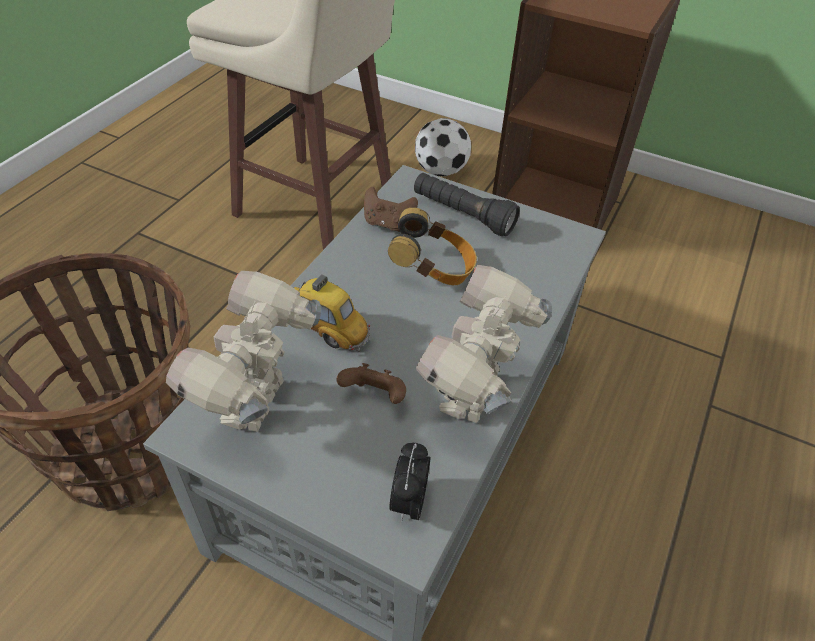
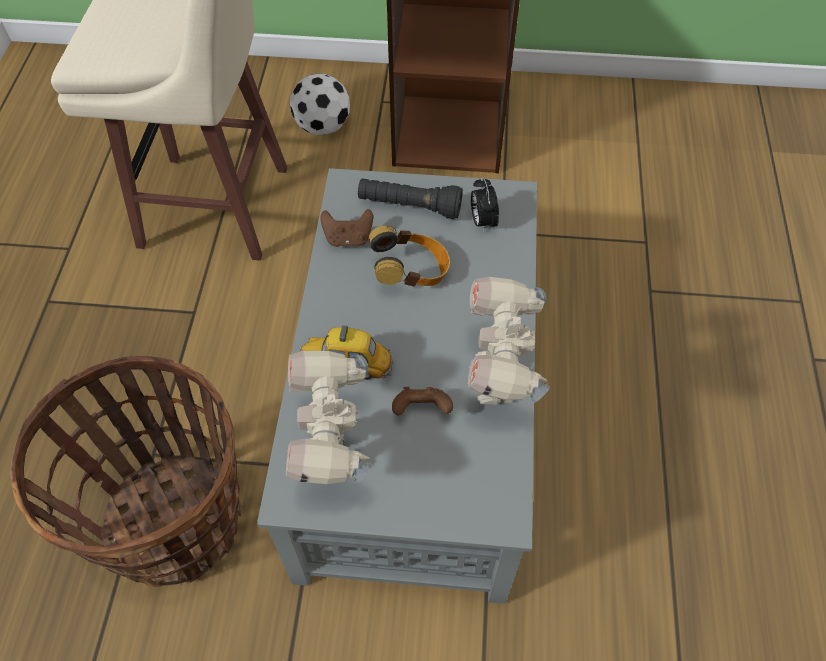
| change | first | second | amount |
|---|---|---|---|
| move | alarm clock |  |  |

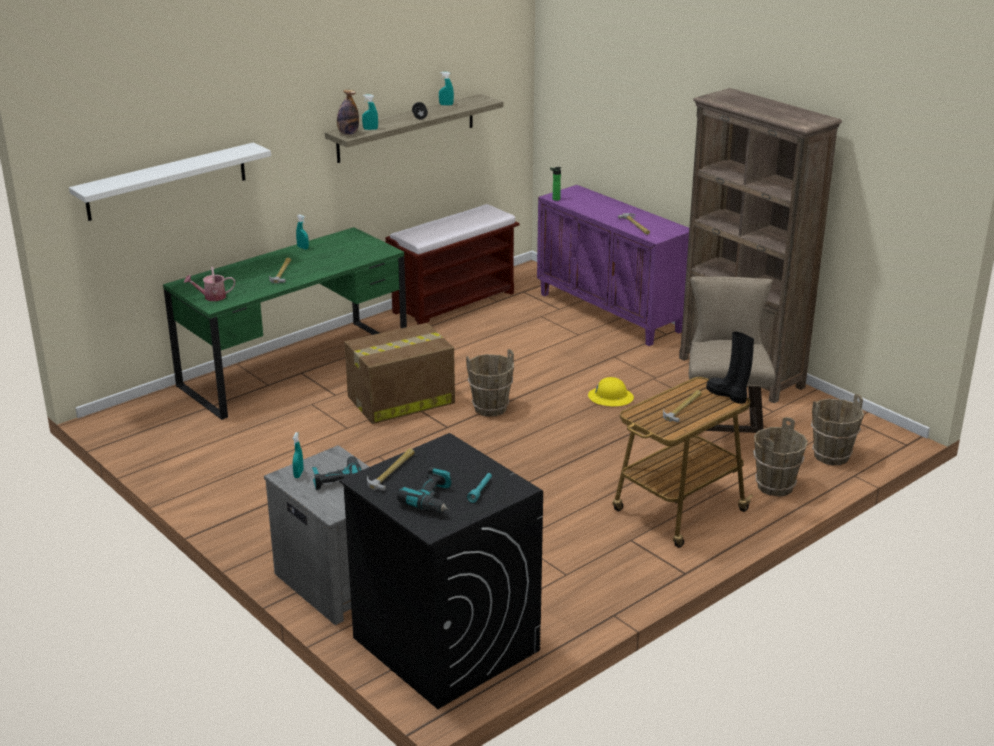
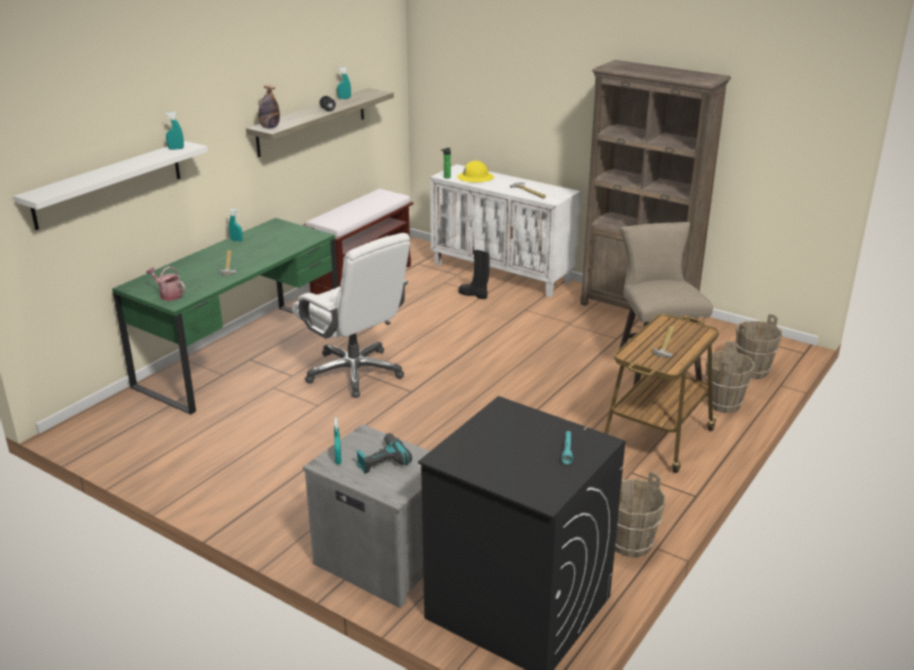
| change | first | second | amount |
|---|---|---|---|
| move | spray bottle (turquoise) (3rd from left in the first image) | spray bottle (turquoise) (1st from left) |  |
| recolor | cabinet (purple) | cabinet (white) |  |
| rotate | watering can |  | 60 degrees clockwise |
| replace | cardboard box | office chair (white) |  |
| move | boot (black) |  |  |
| move | bucket (brown) (1st from left) |  |  |
| move | hard hat (yellow) |  |  |
| delete | hammer (2nd from left) |  |  |
| delete | power drill (2nd from left) |  |  |

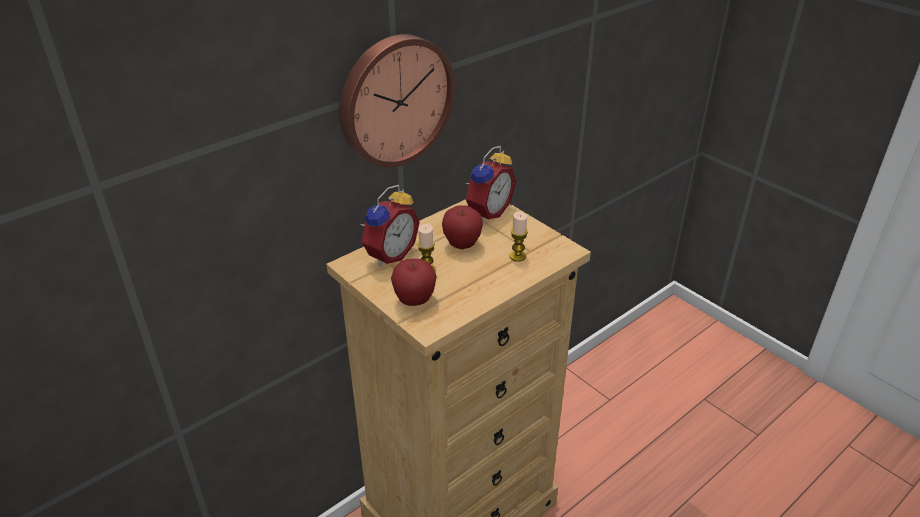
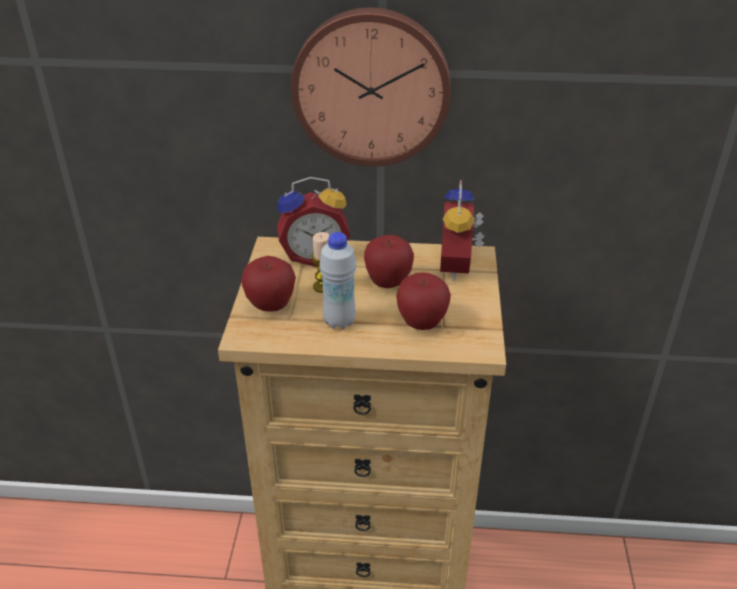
| change | first | second | amount |
|---|---|---|---|
| rotate | alarm clock (2nd from left) |  | 105 degrees clockwise |
| replace | candle (2nd from left) | apple (3rd from left) |  |
| insert |  | bottle (white) |  |

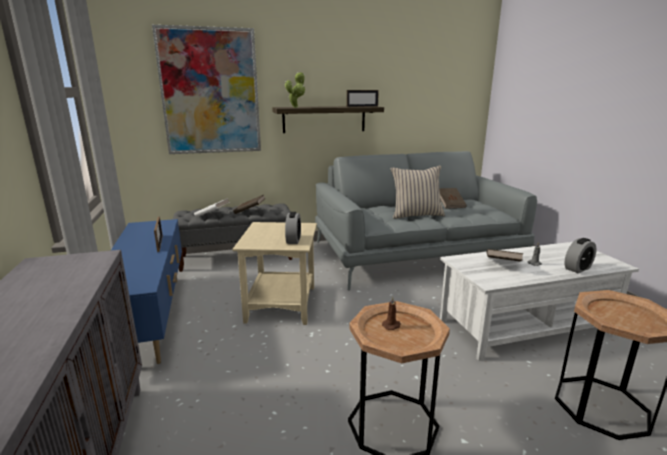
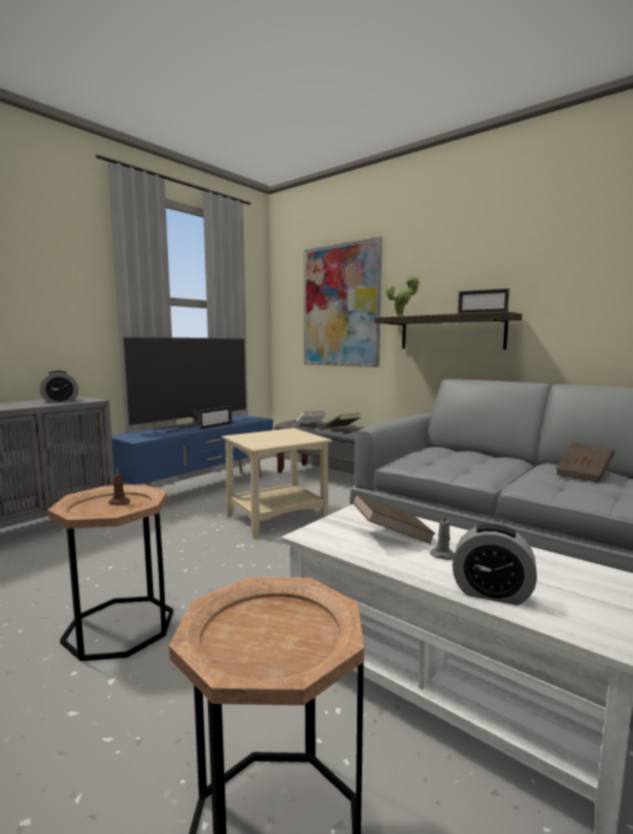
| change | first | second | amount |
|---|---|---|---|
| delete | pillow (beige) |  |  |
| move | alarm clock (1st from left) |  |  |
| insert |  | television |  |

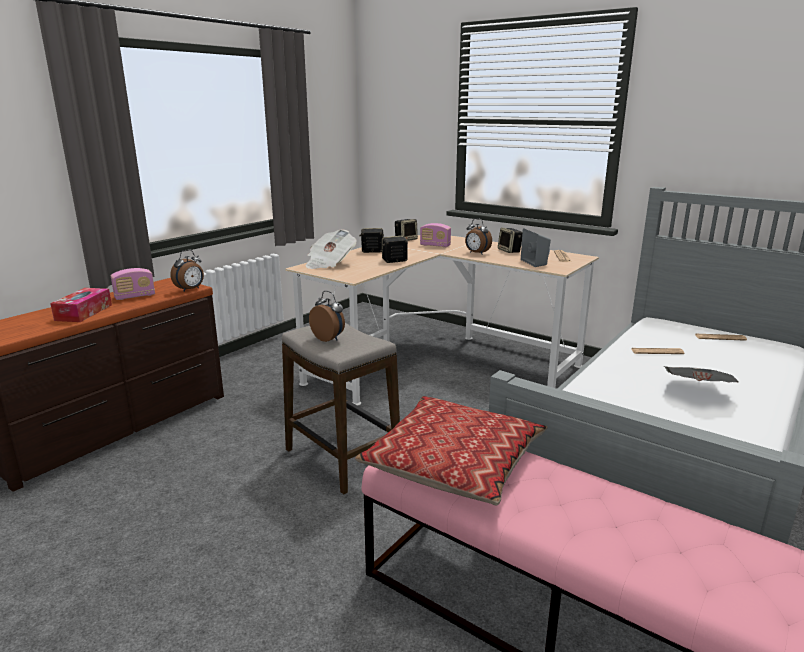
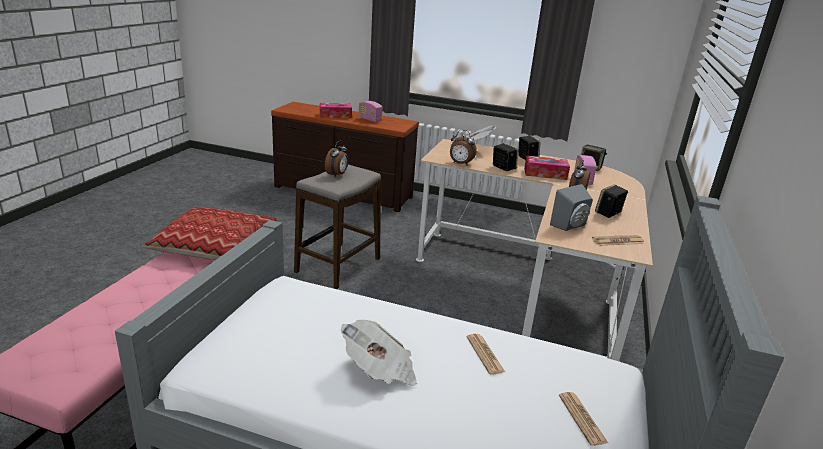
| change | first | second | amount |
|---|---|---|---|
| move | alarm clock (1st from left in the first image) | alarm clock (2nd from left) |  |
| insert |  | tissue box (2nd from left) |  |

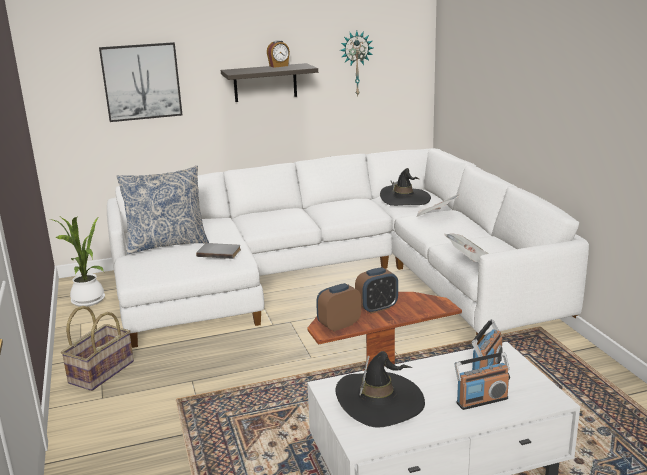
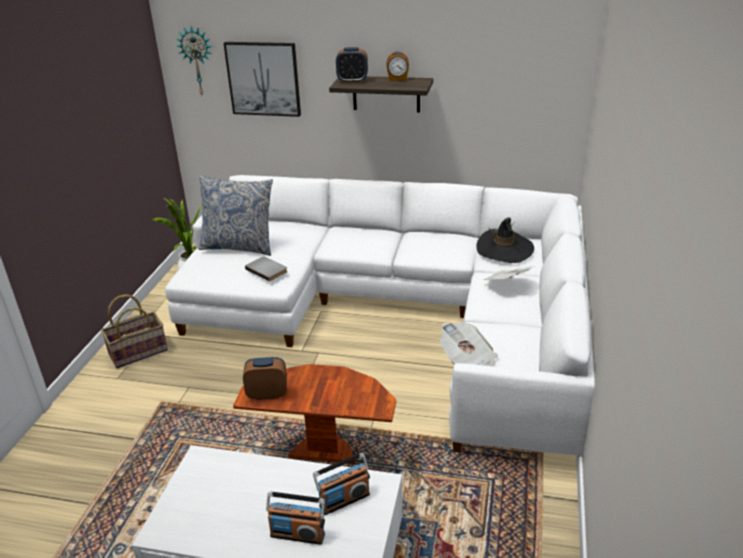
| change | first | second | amount |
|---|---|---|---|
| move | wall clock |  |  |
| move | alarm clock (3rd from left in the first image) | alarm clock (2nd from left) |  |
| delete | hat (black) (1st from left) |  |  |

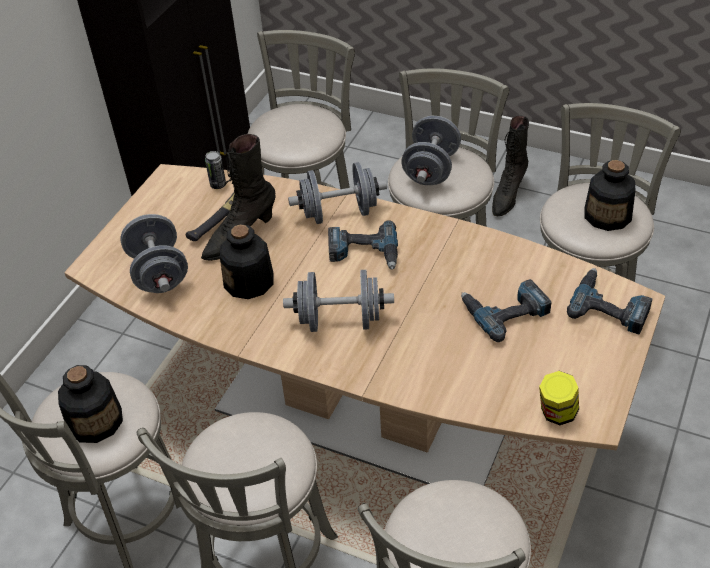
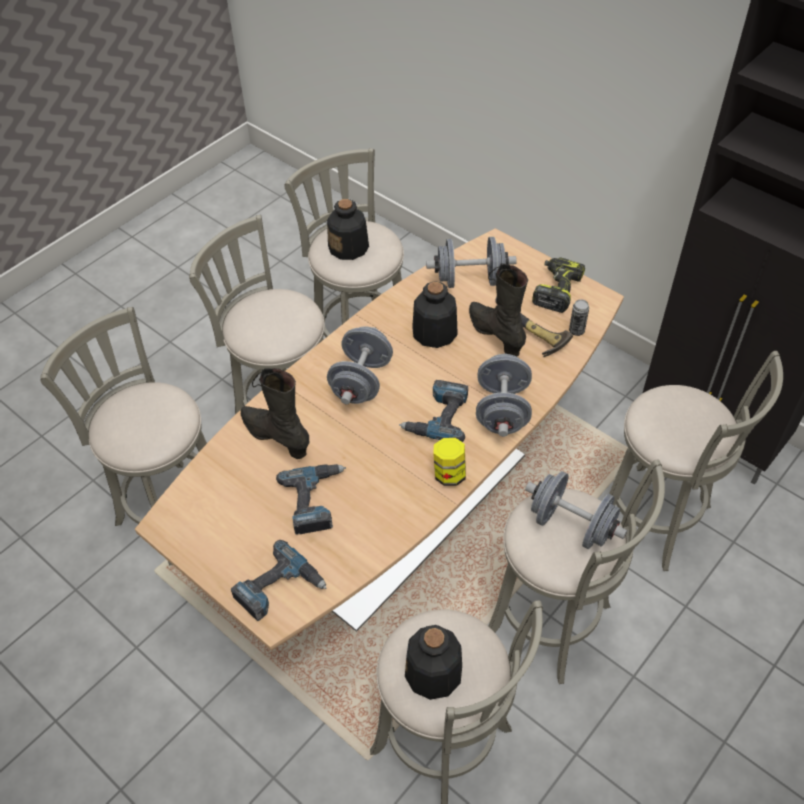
| change | first | second | amount |
|---|---|---|---|
| move | boot (black) (2nd from left in the first image) | boot (black) (1st from left) |  |
| move | jar |  |  |
| insert |  | power drill (4th from left) |  |

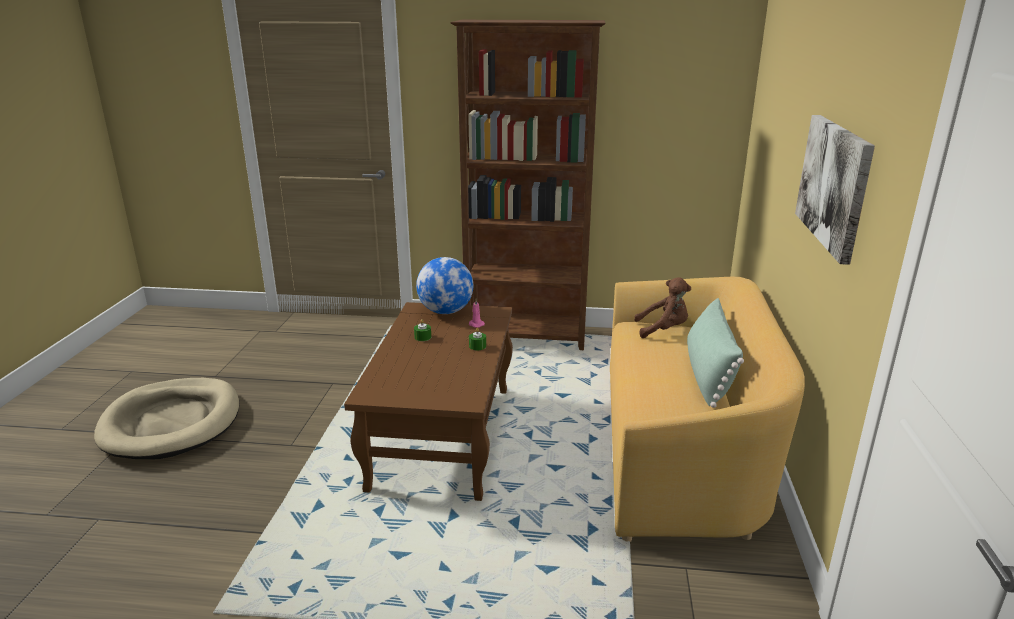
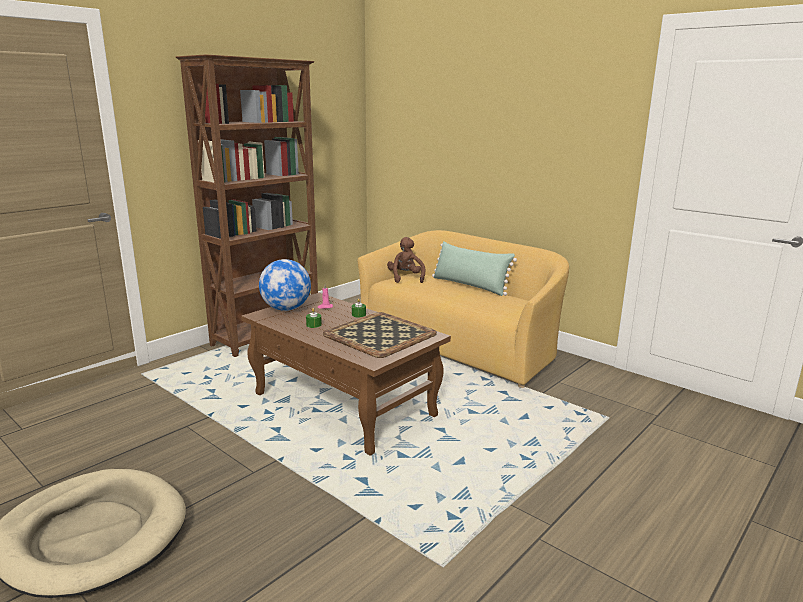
| change | first | second | amount |
|---|---|---|---|
| delete | picture |  |  |
| rotate | plush toy (brown) |  | 45 degrees counterclockwise |
| insert |  | tray |  |

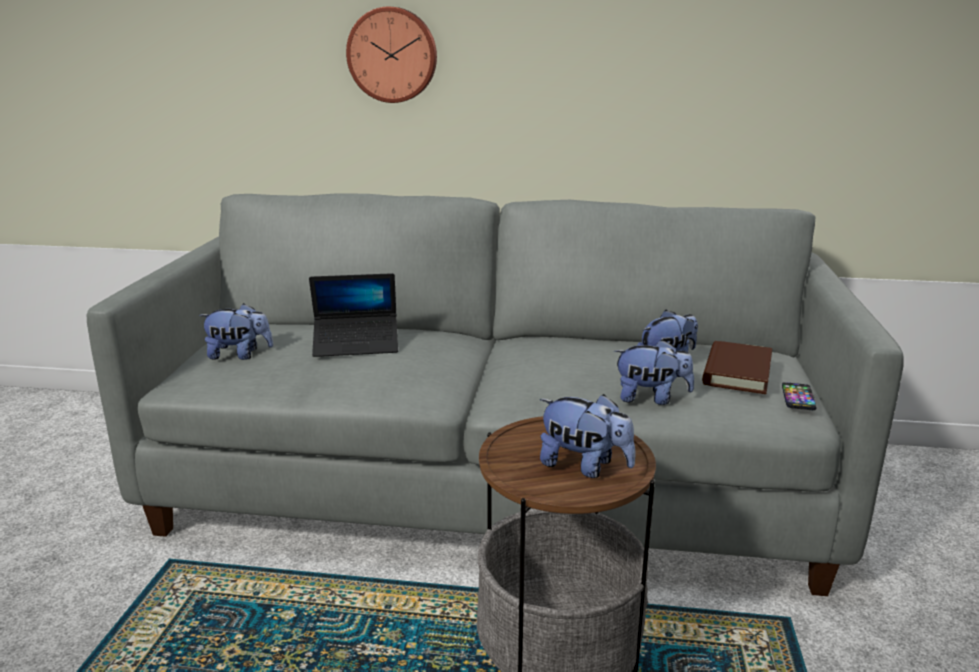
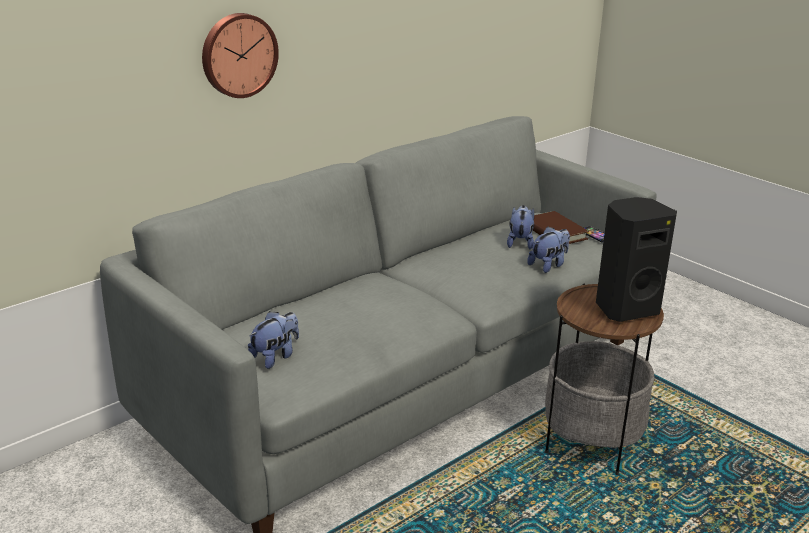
| change | first | second | amount |
|---|---|---|---|
| delete | laptop |  |  |
| replace | plush toy (2nd from left) | speaker (black) |  |

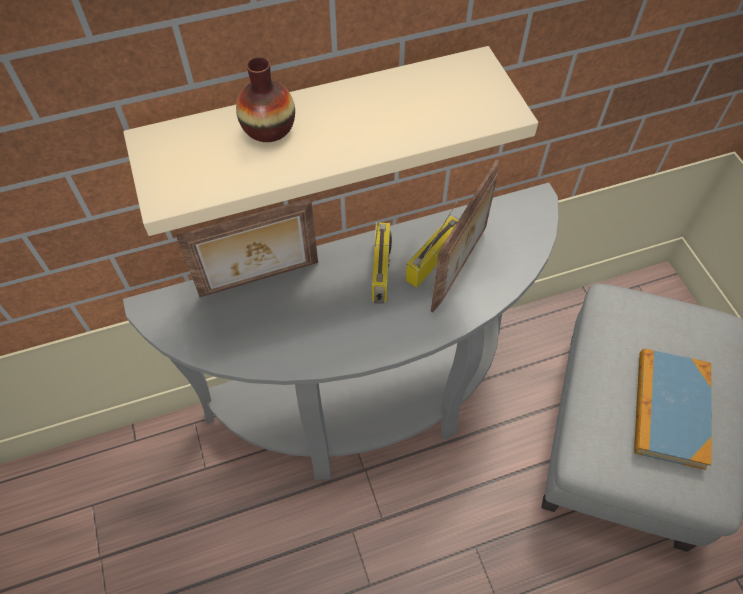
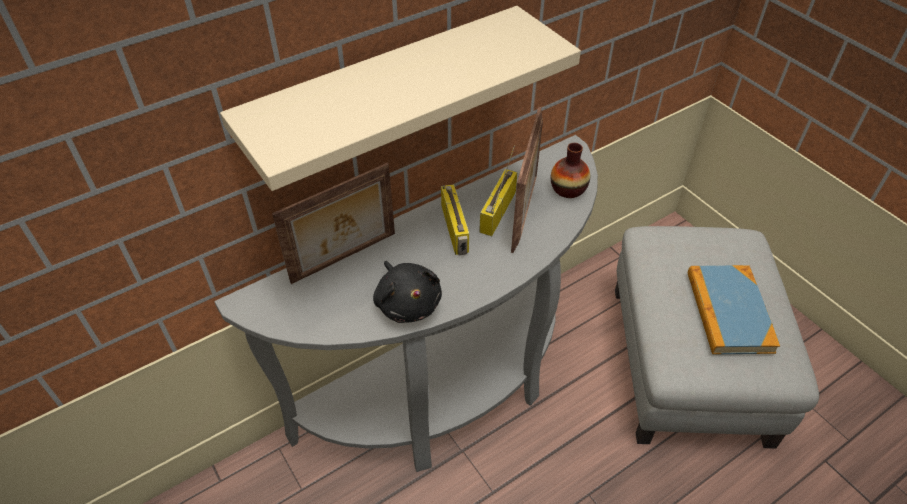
| change | first | second | amount |
|---|---|---|---|
| move | vase |  |  |
| insert |  | plush toy (black) |  |

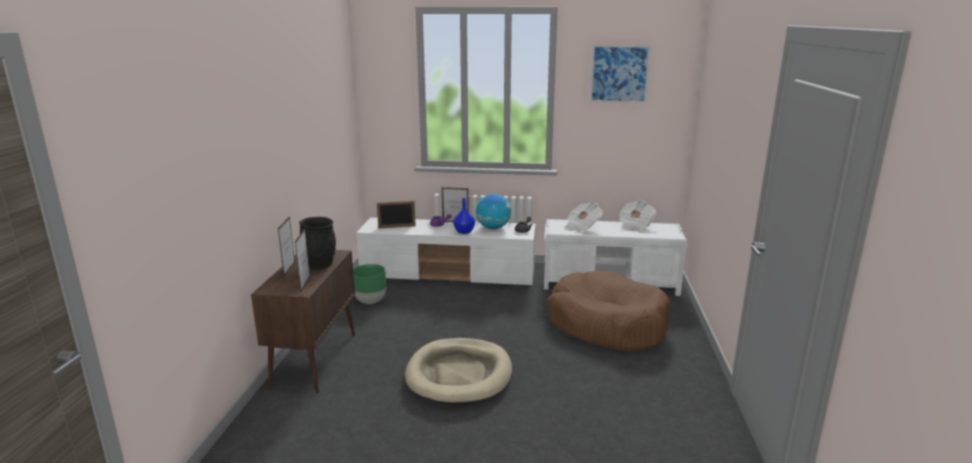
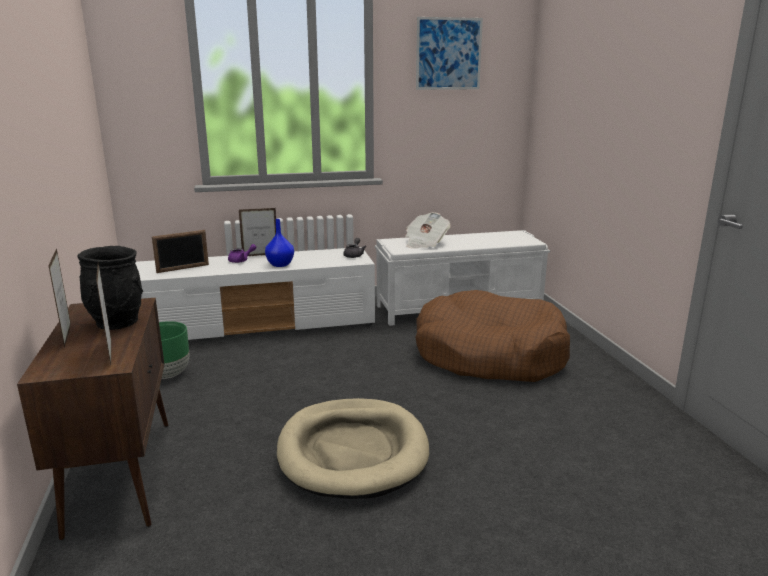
| change | first | second | amount |
|---|---|---|---|
| delete | globe |  |  |
| delete | newspaper (2nd from left) |  |  |

